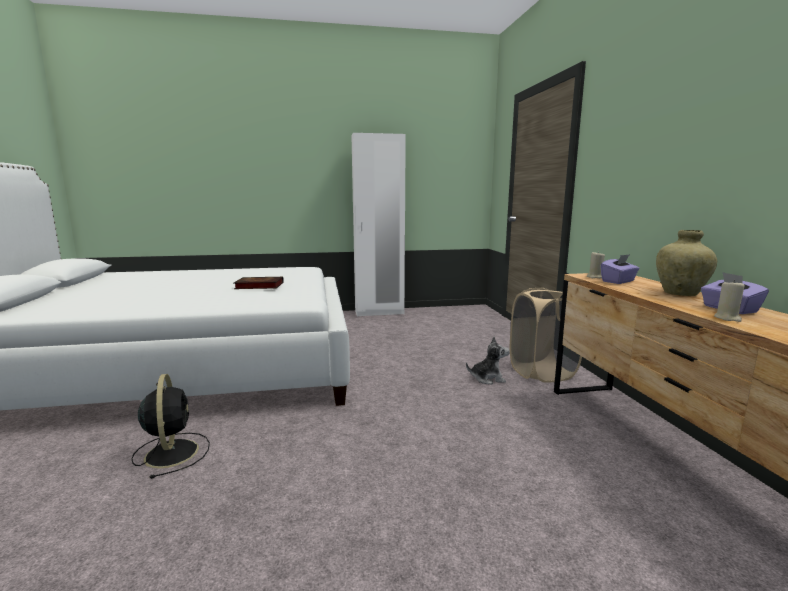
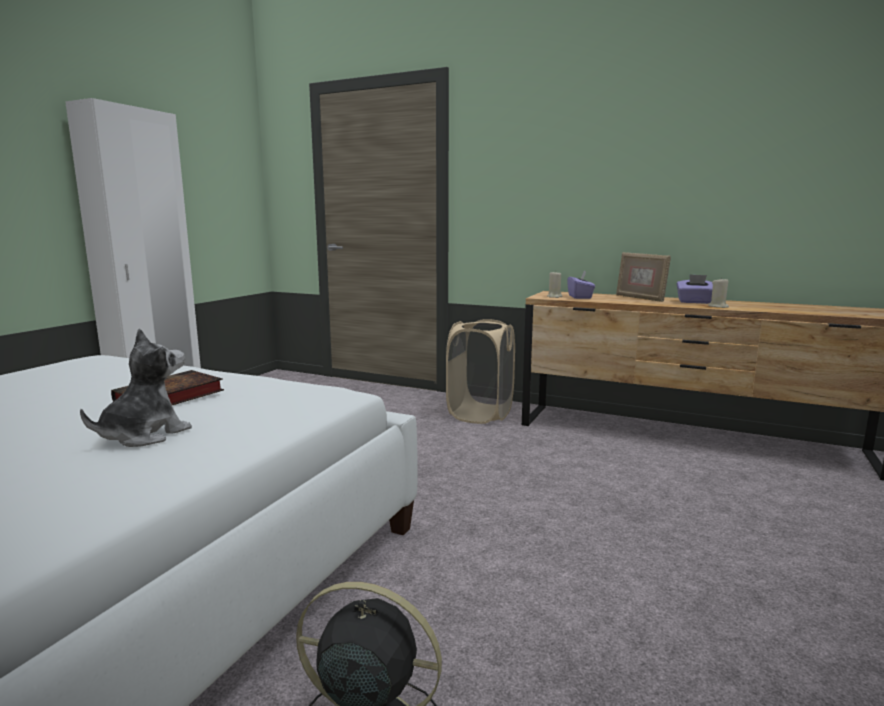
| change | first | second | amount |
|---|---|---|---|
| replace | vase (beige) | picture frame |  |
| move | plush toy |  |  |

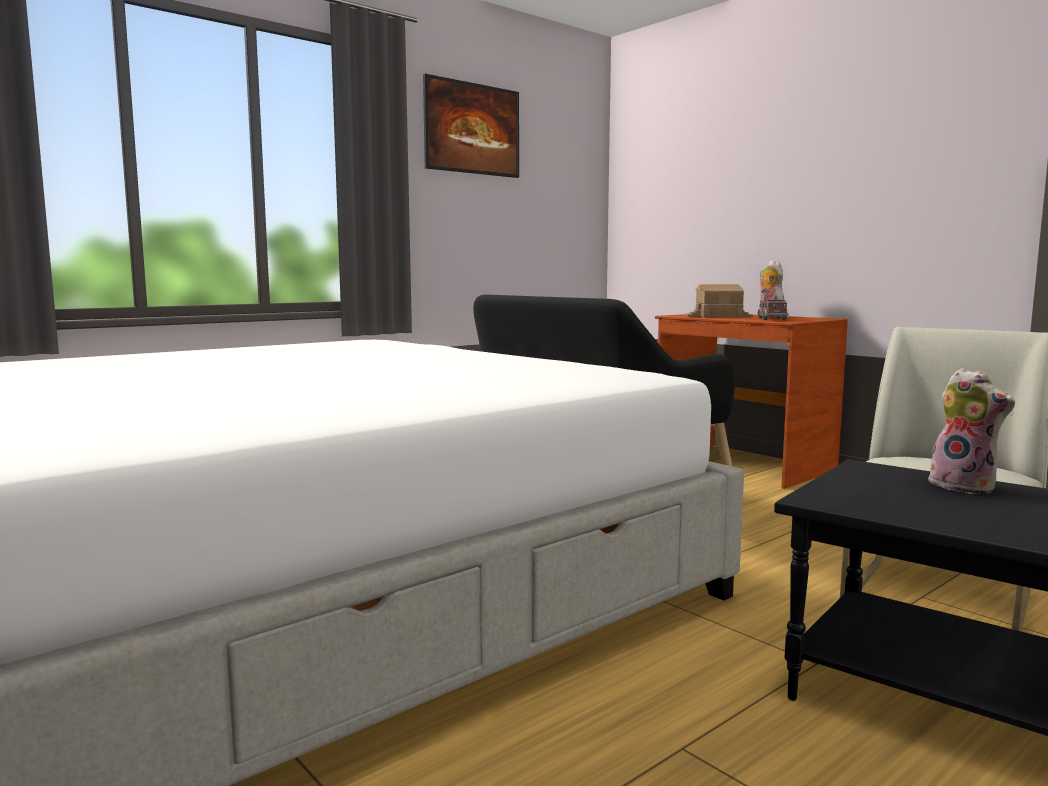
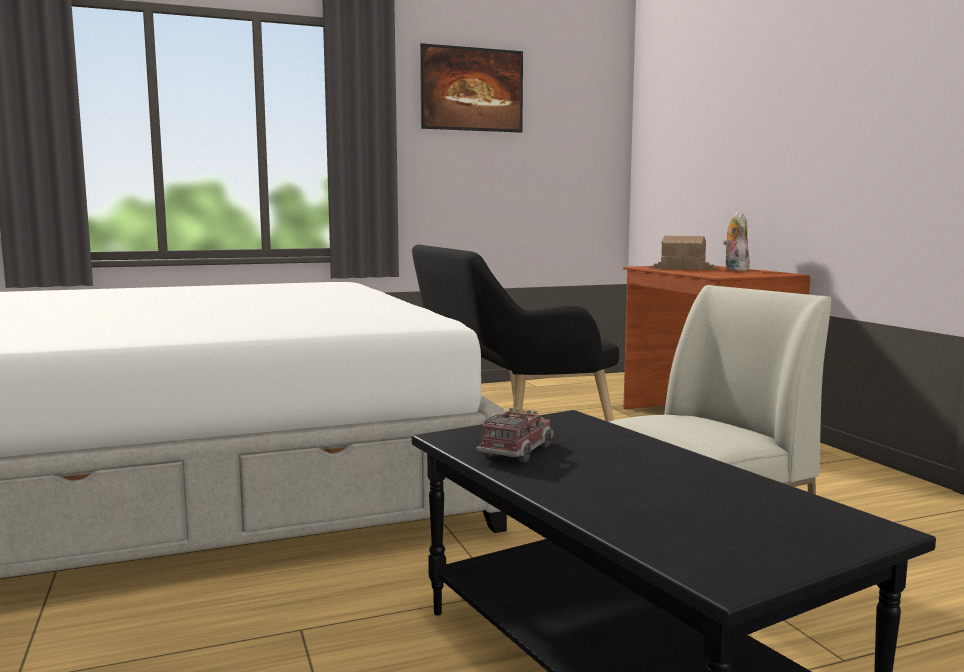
| change | first | second | amount |
|---|---|---|---|
| move | toy truck |  |  |
| delete | plush toy (2nd from left) |  |  |

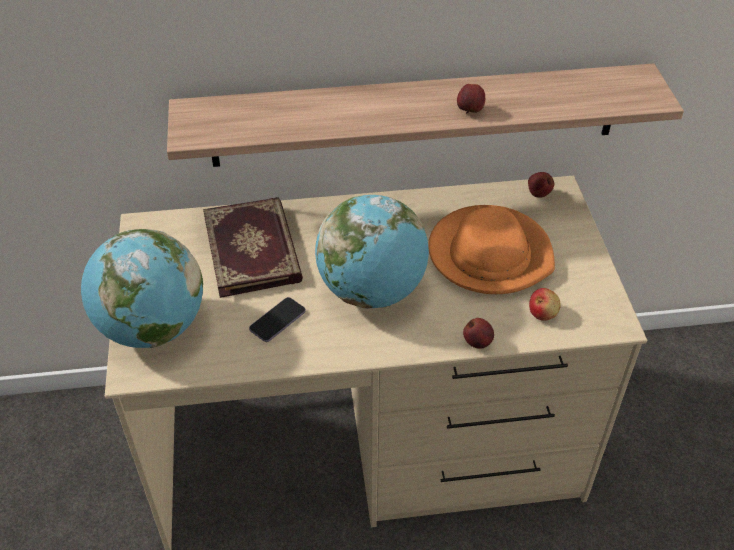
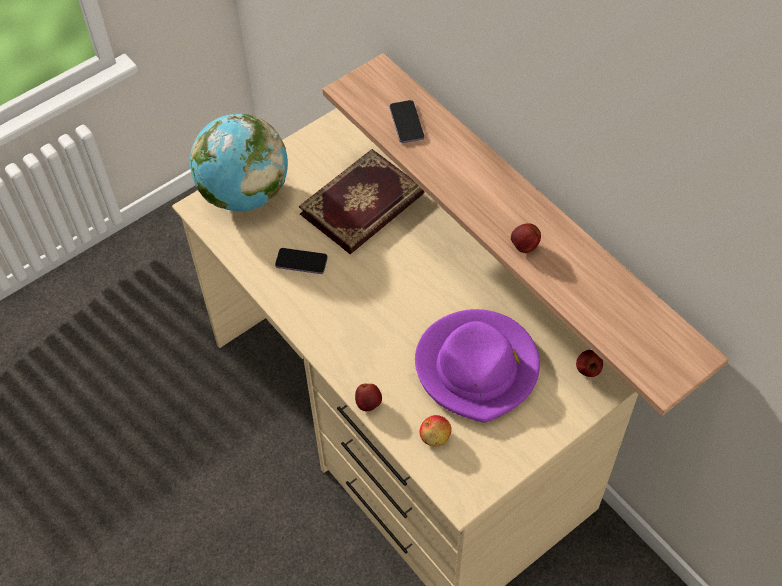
| change | first | second | amount |
|---|---|---|---|
| delete | globe (2nd from left) |  |  |
| recolor | hat (orange) | hat (purple) |  |
| insert |  | phone (2nd from left) |  |

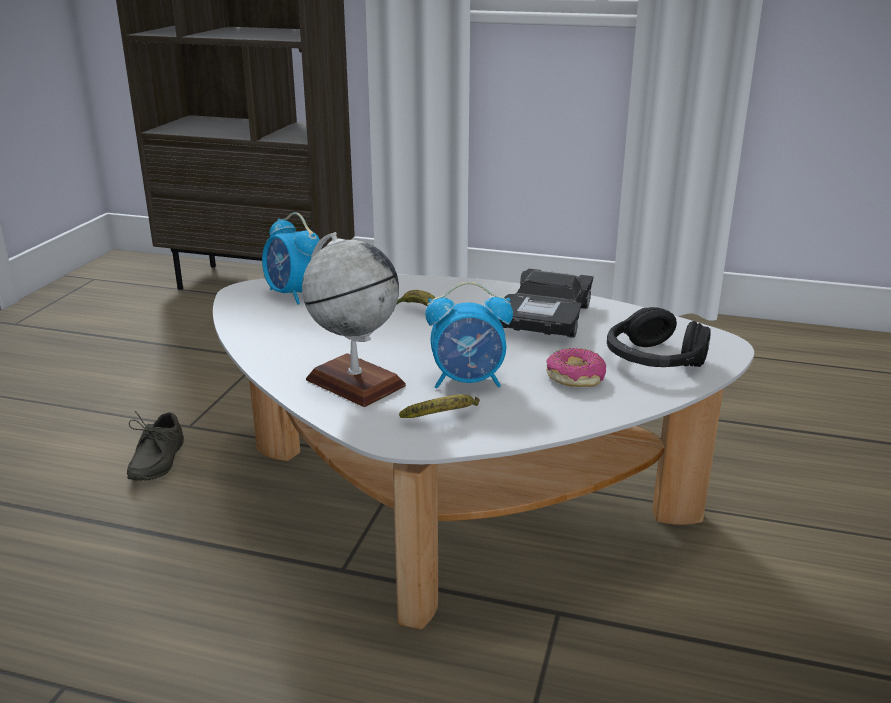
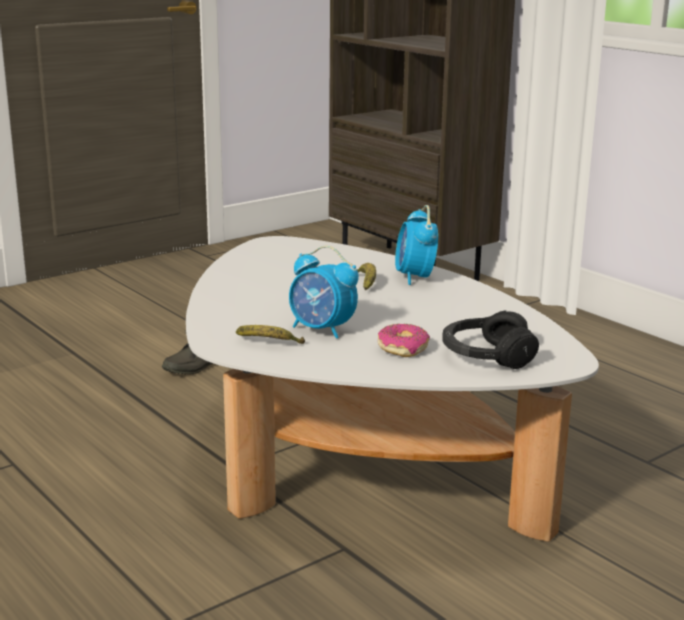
| change | first | second | amount |
|---|---|---|---|
| move | alarm clock (1st from left in the first image) | alarm clock (2nd from left) |  |
| delete | globe |  |  |
| delete | toy car (black) |  |  |

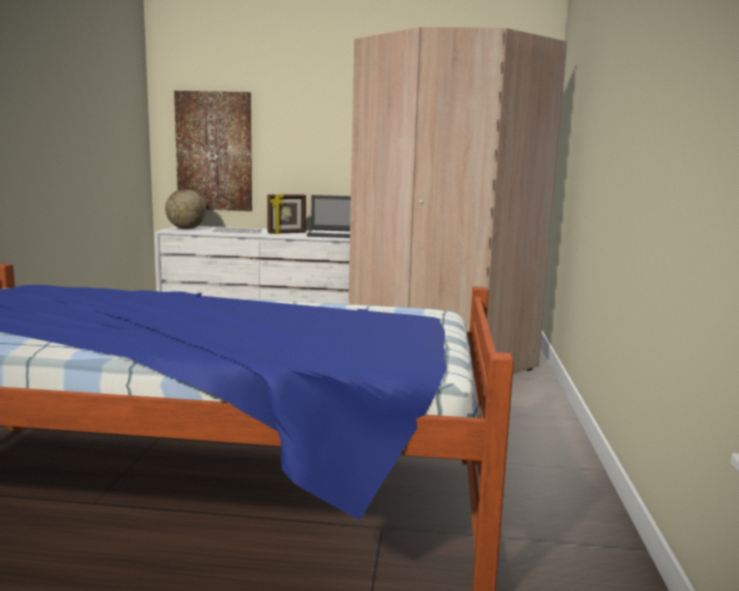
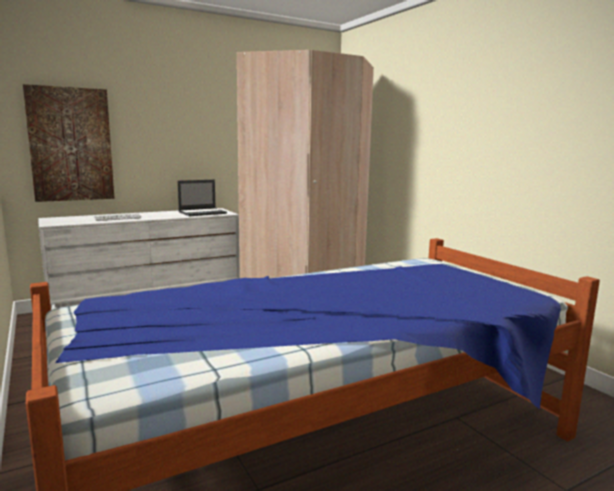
| change | first | second | amount |
|---|---|---|---|
| delete | globe |  |  |
| delete | picture frame |  |  |

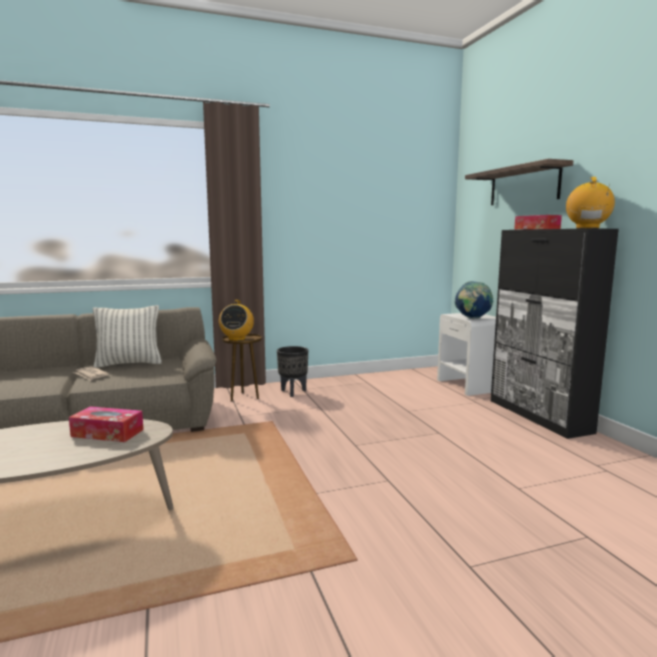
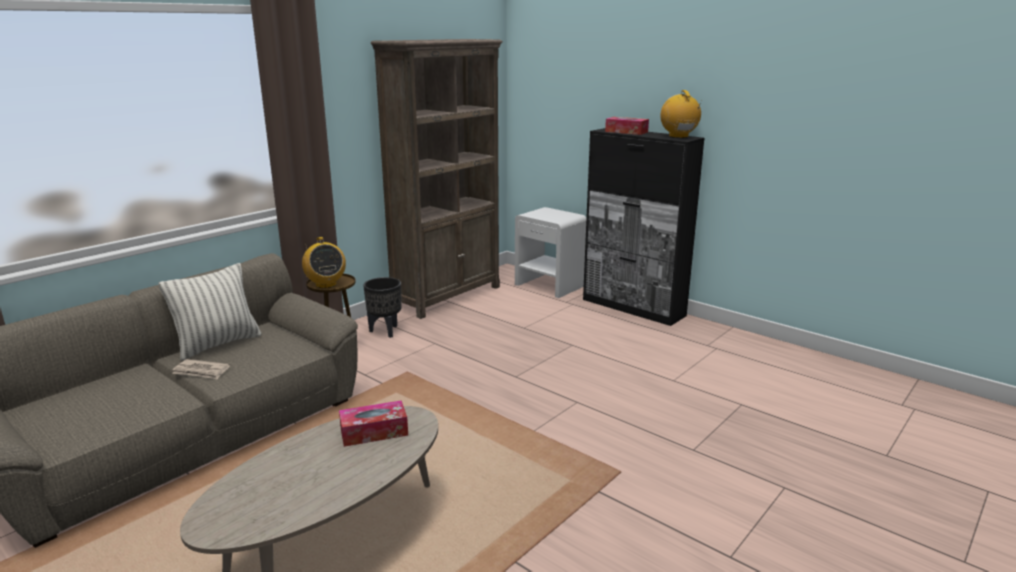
| change | first | second | amount |
|---|---|---|---|
| delete | shelf |  |  |
| delete | globe |  |  |
| insert |  | bookcase (brown) |  |

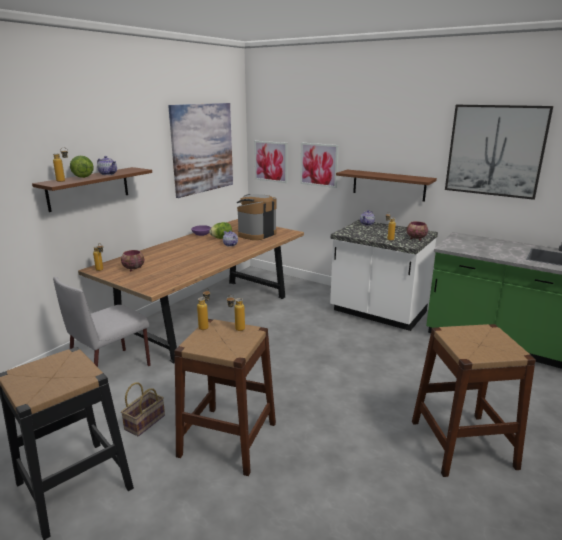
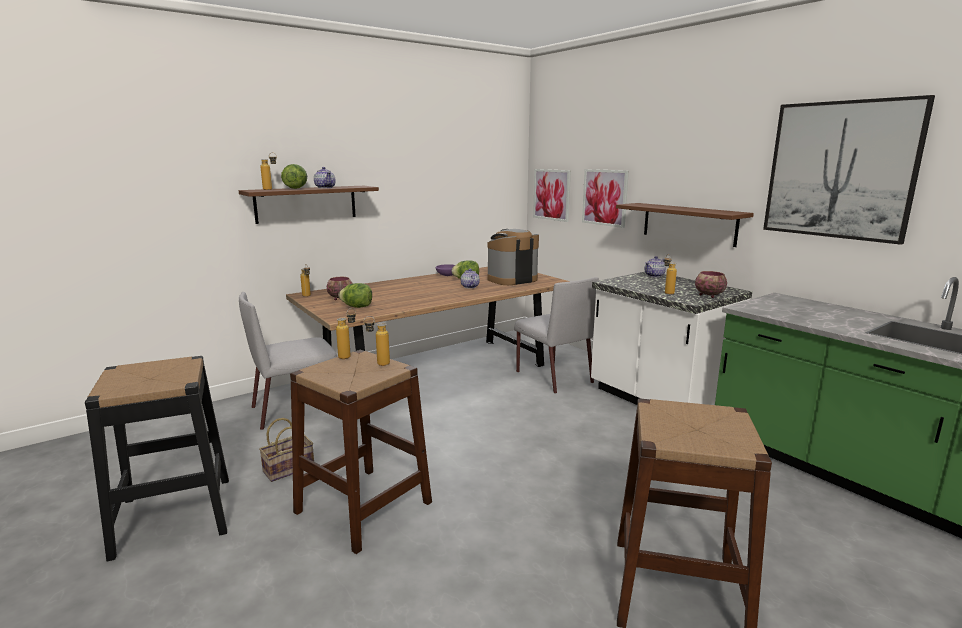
| change | first | second | amount |
|---|---|---|---|
| delete | picture (1st from left) |  |  |
| insert |  | chair (grey) (2nd from left) |  |
| insert |  | lettuce (2nd from left) |  |

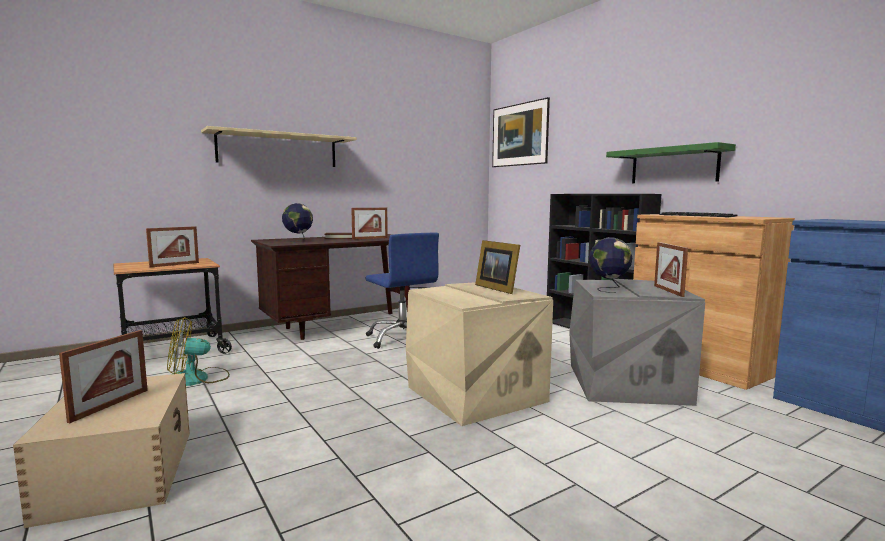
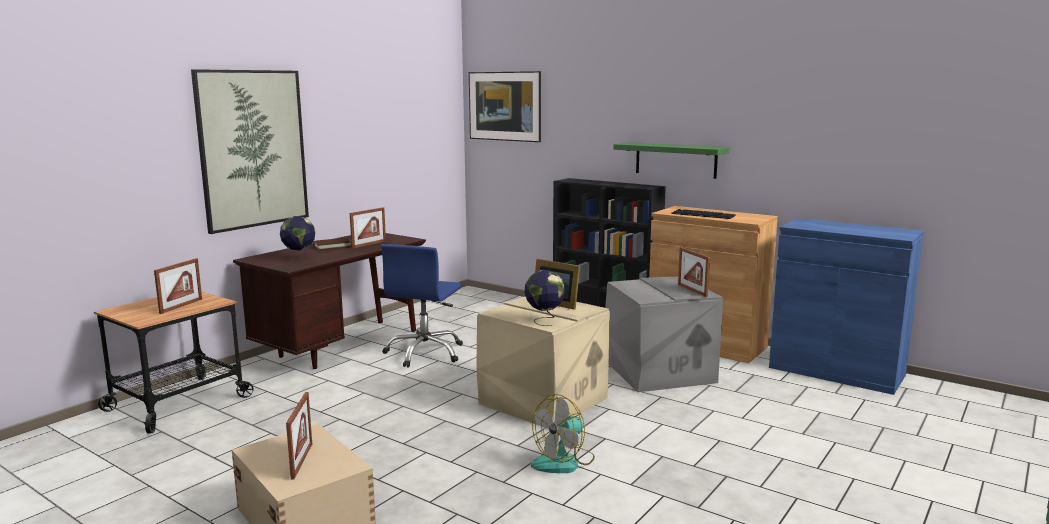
| change | first | second | amount |
|---|---|---|---|
| replace | shelf (beige) | picture (1st from left) |  |
| rotate | office chair (blue) |  | 75 degrees clockwise |
| move | globe (2nd from left) |  |  |
| move | fan |  |  |

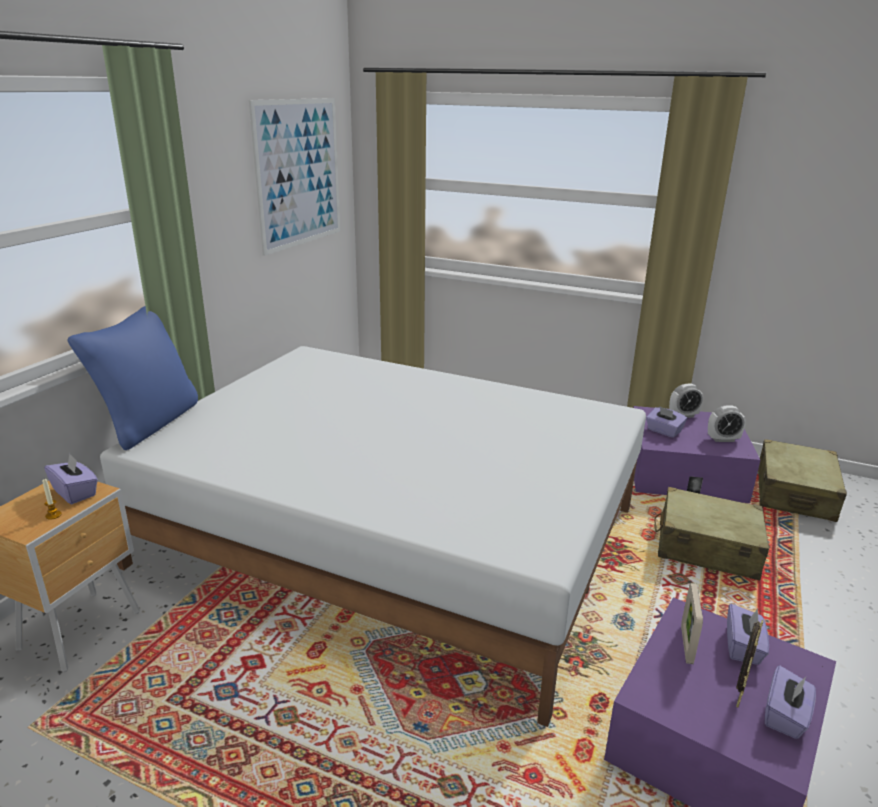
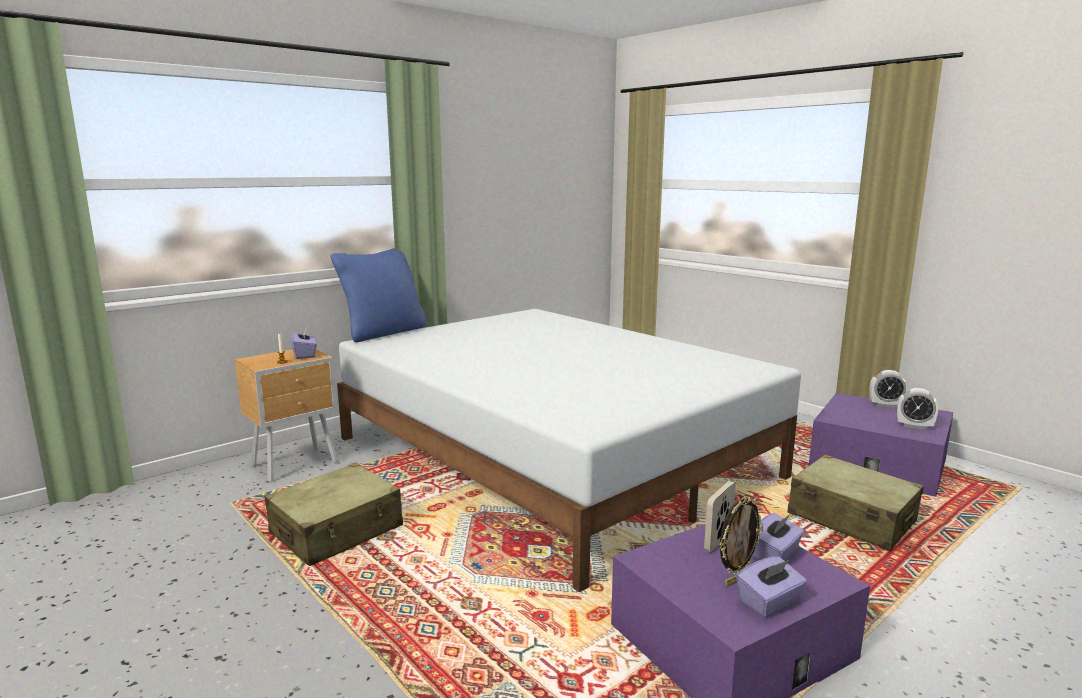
| change | first | second | amount |
|---|---|---|---|
| delete | picture |  |  |
| delete | tissue box (purple) (2nd from left) |  |  |
| move | suitcase (beige) (2nd from left in the first image) | suitcase (beige) (1st from left) |  |

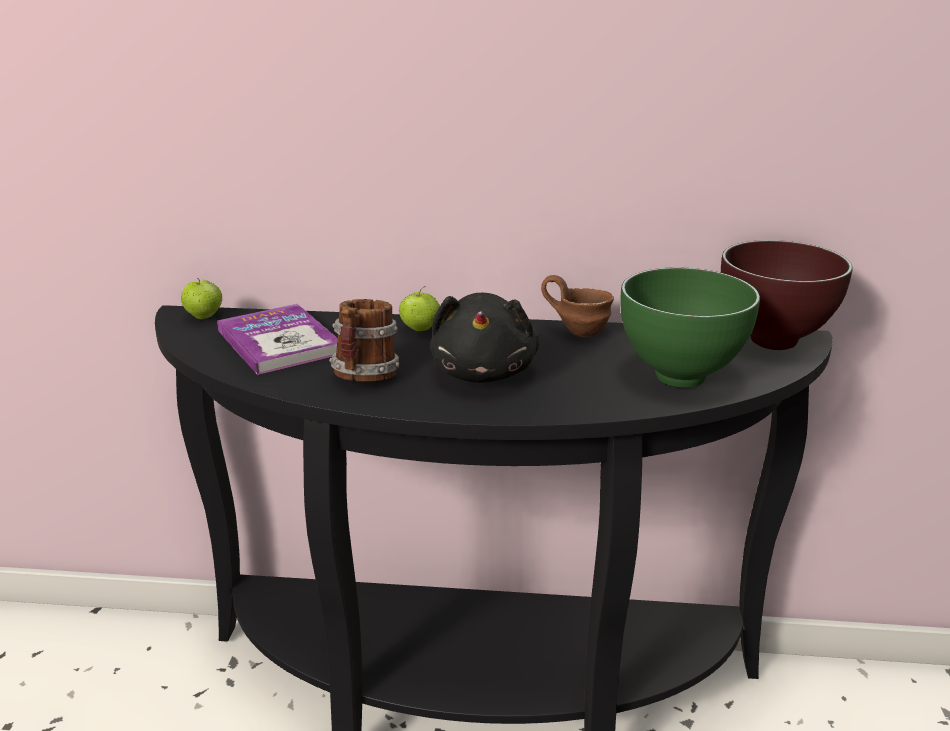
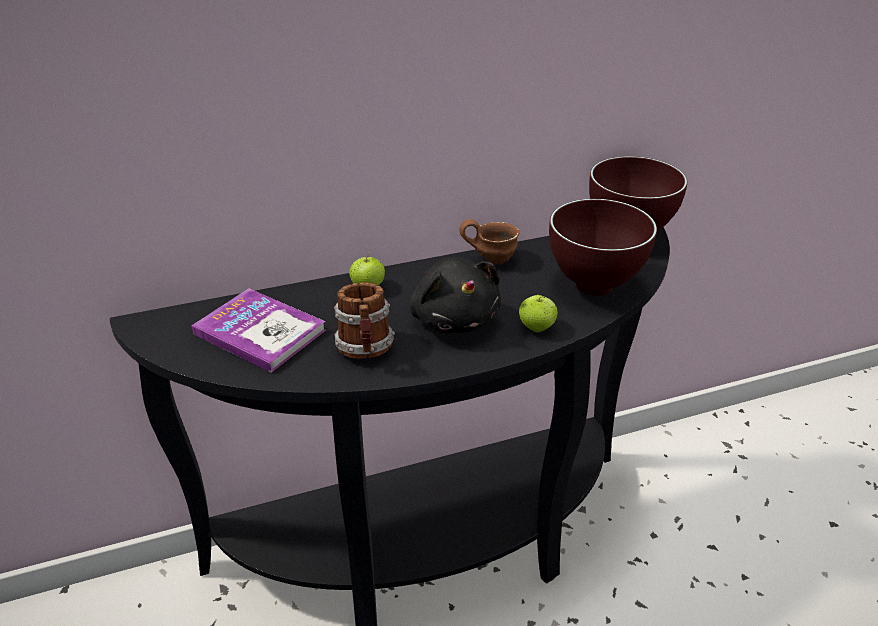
| change | first | second | amount |
|---|---|---|---|
| recolor | bowl (green) | bowl (brown) (1st from left) |  |
| move | apple (1st from left in the first image) | apple (2nd from left) |  |

